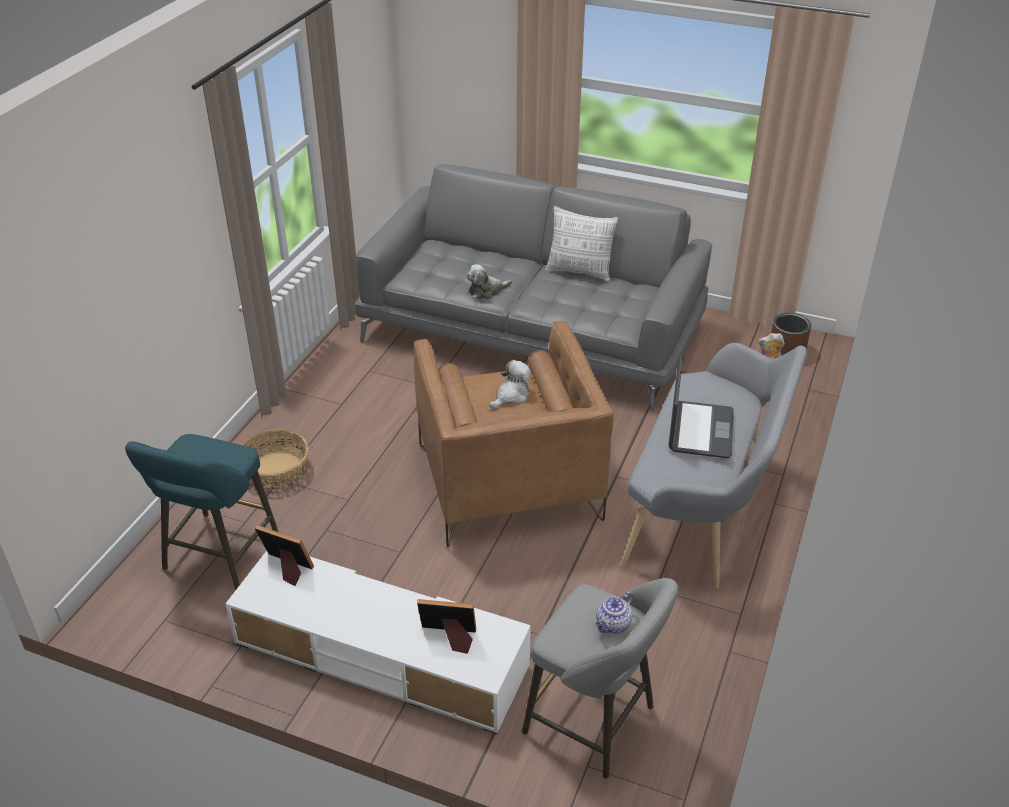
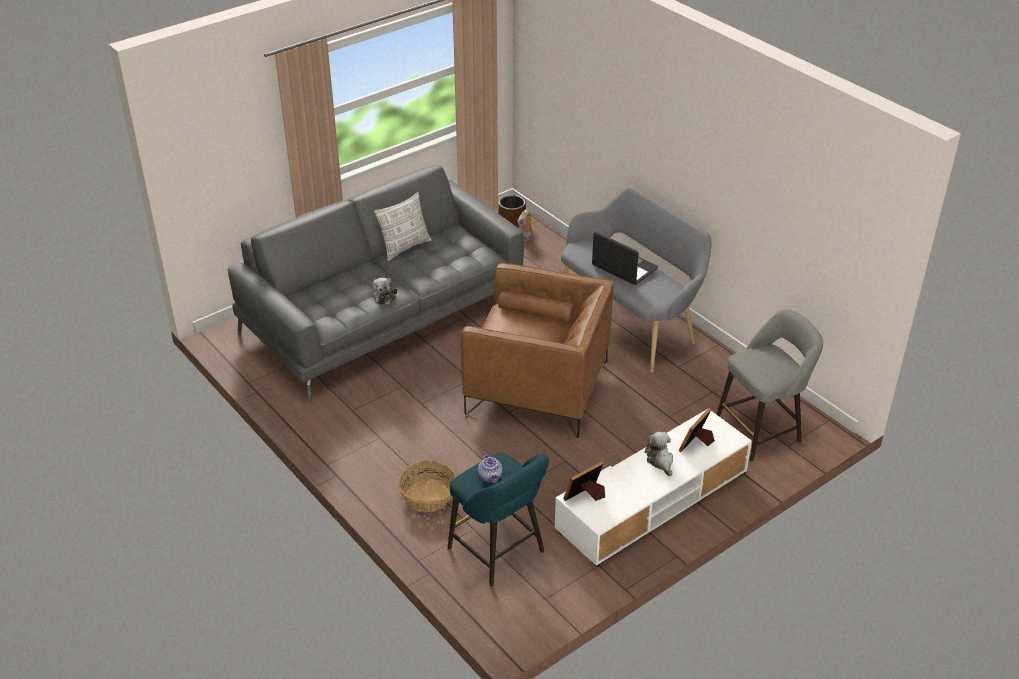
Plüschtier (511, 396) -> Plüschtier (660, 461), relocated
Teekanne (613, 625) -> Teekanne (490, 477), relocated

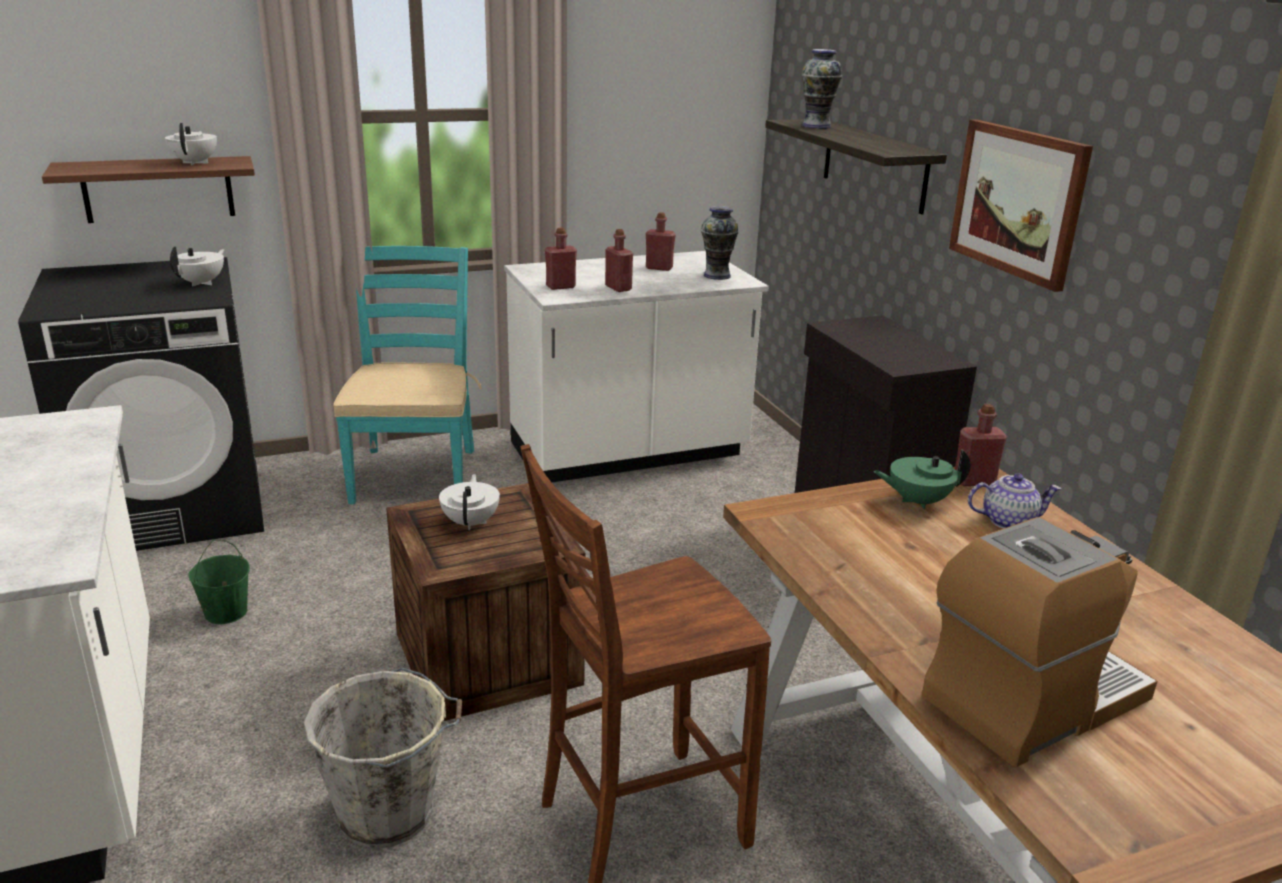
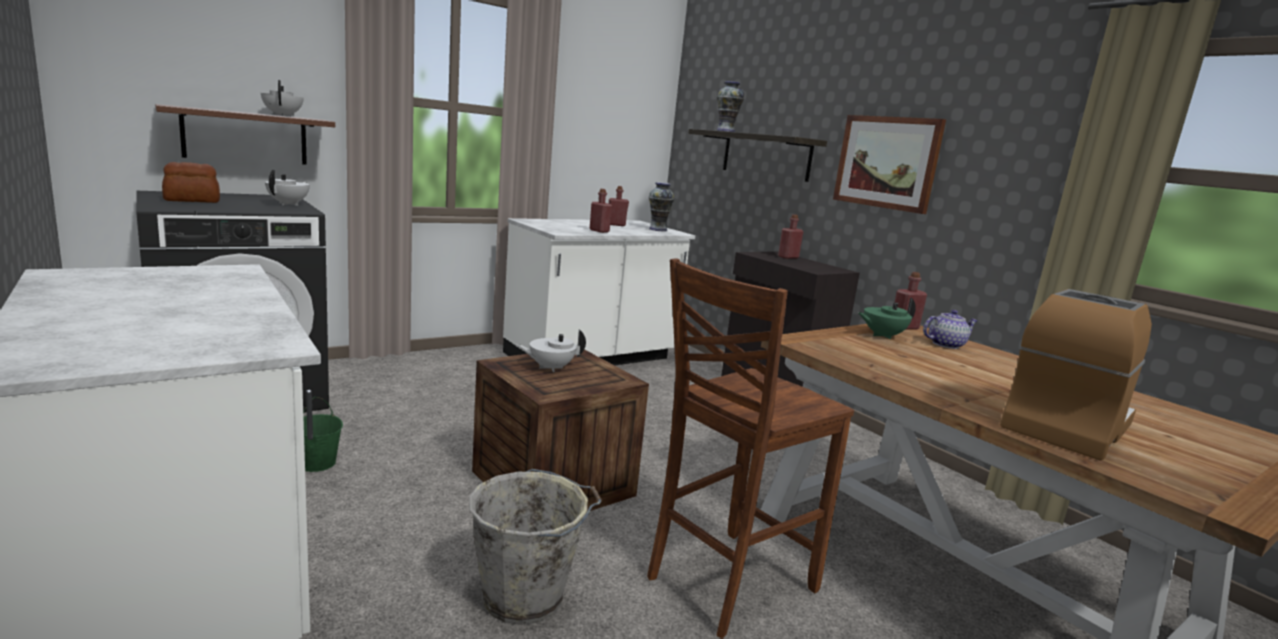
Flasche/rot (560, 287) -> Flasche/rot (788, 257), relocated
Stuhl/türkis (414, 475) -> none
Teekanne/weiß (471, 522) -> Teekanne/weiß (550, 368), 90 degrees counterclockwise
none -> Brot (193, 200)

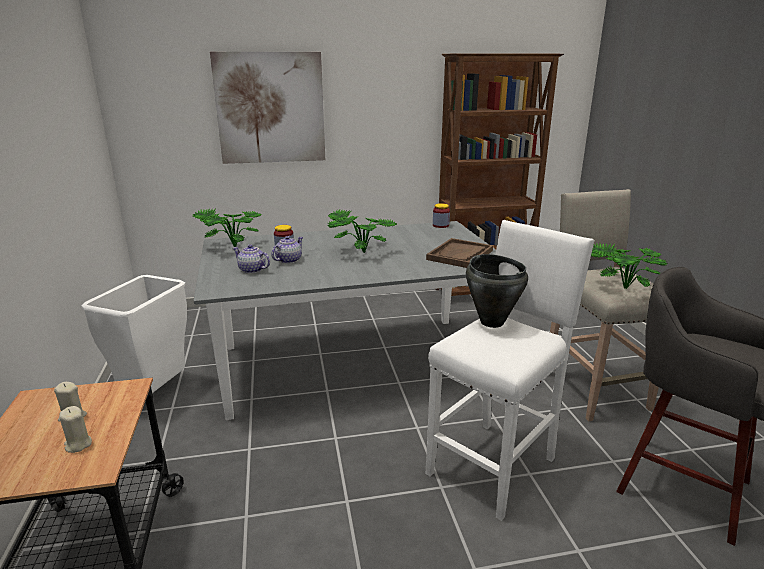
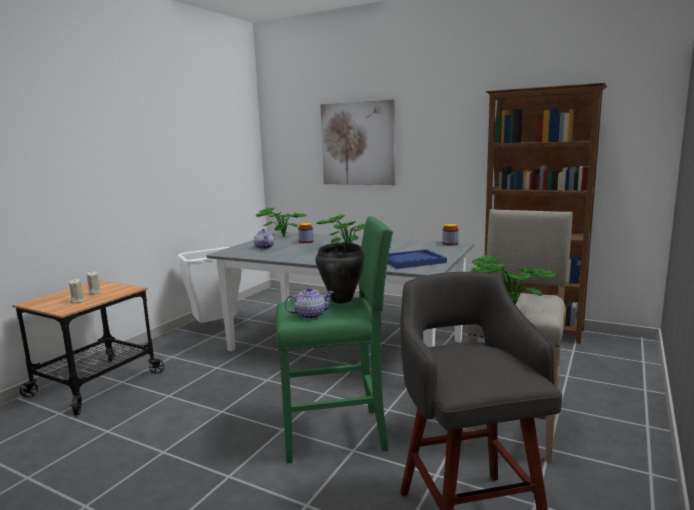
Hocker/weiß (494, 465) -> Hocker/grün (337, 434)
Teekanne (288, 260) -> Teekanne (310, 315), relocated
Tablett/braun (460, 255) -> Tablett/blau (412, 261)

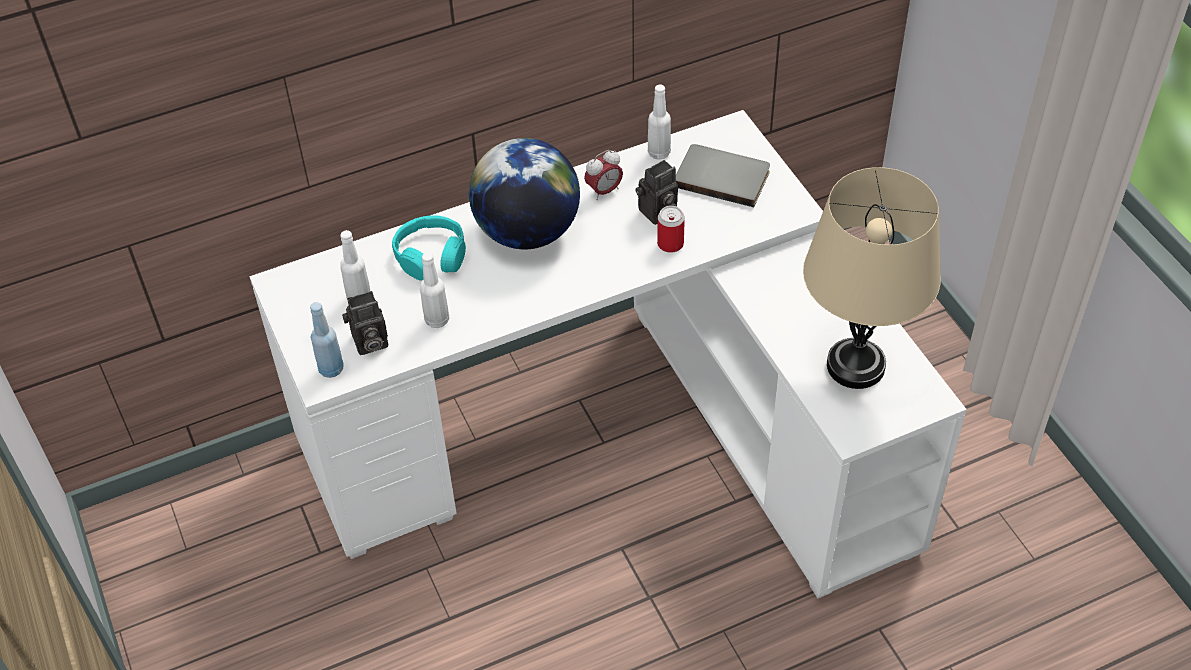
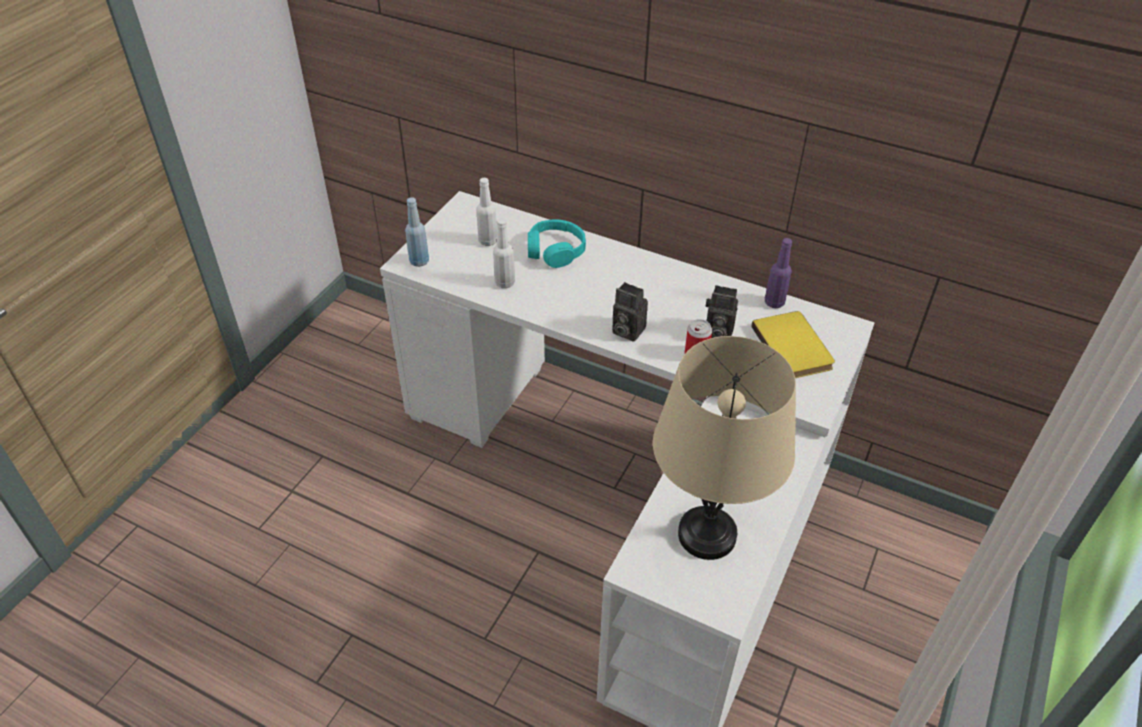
Flasche/weiß (659, 153) -> Flasche/lila (774, 302)
Globus (527, 232) -> none
Buch/grau (722, 176) -> Buch/gelb (794, 347)
Wecker (604, 191) -> none
Kamera (369, 343) -> Kamera (626, 330), relocated

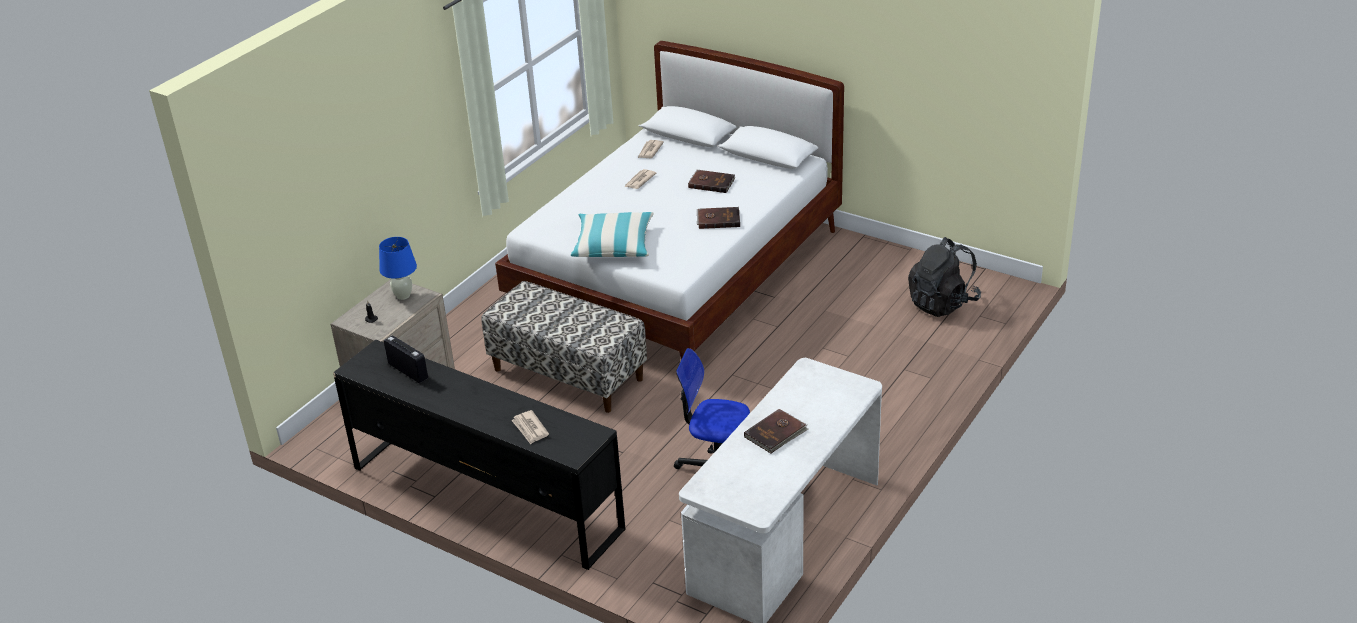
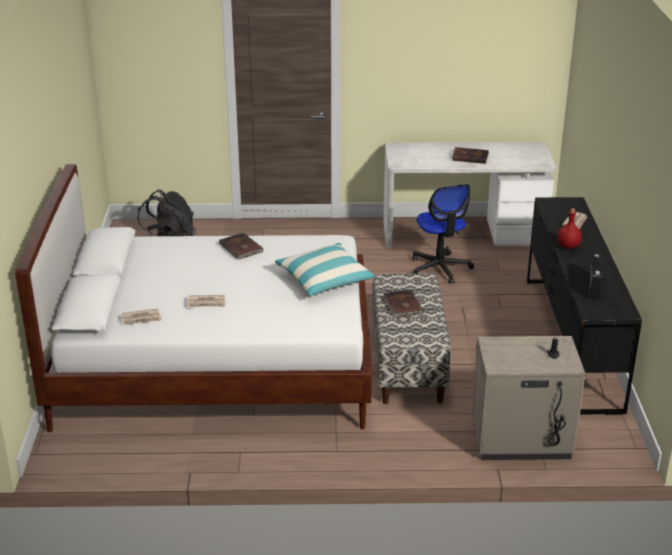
Buch/braun (711, 183) -> Buch/braun (402, 306), relocated
Tischlampe/blau (403, 295) -> none
none -> Flasche/rot (568, 246)

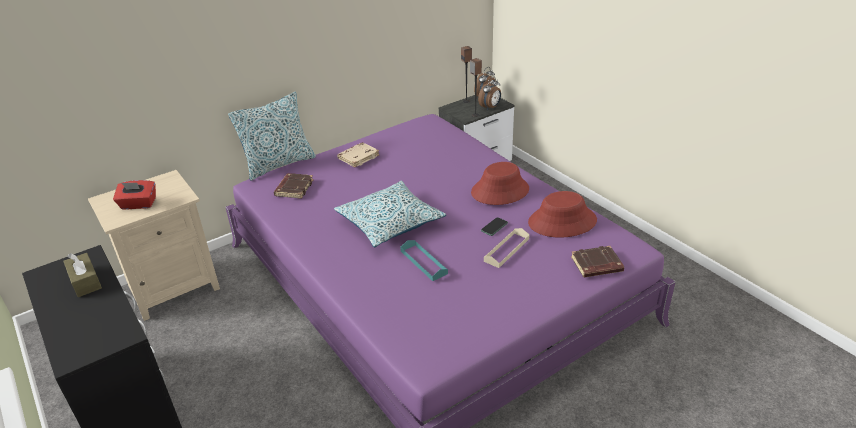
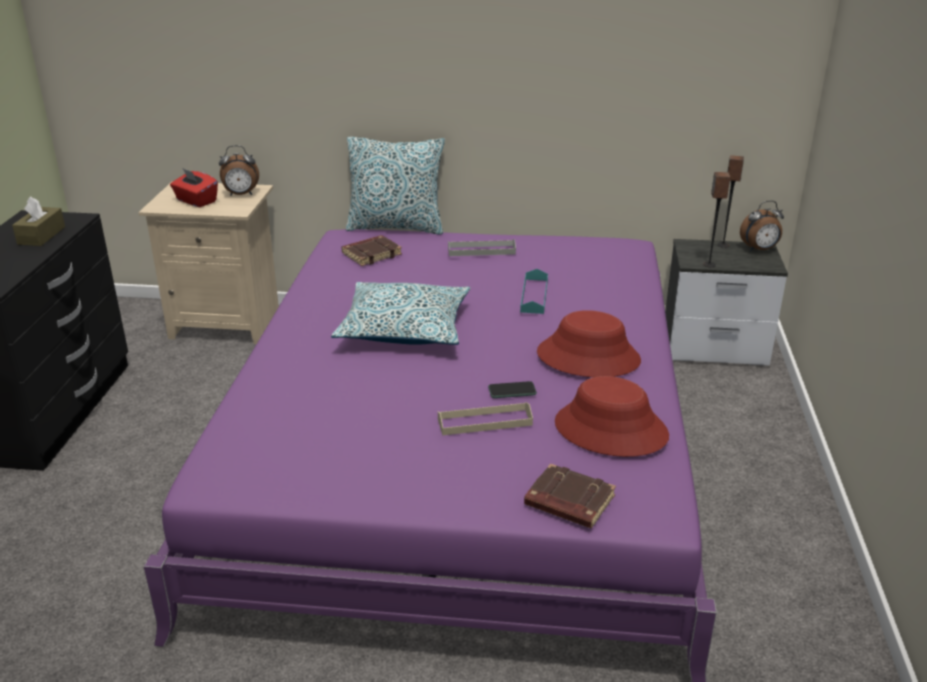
Wecker (490, 107) -> Wecker (241, 195), relocated
Buch/beige (358, 157) -> Tablett/grau (481, 250)
Tablett/türkis (423, 262) -> Tablett/türkis (534, 296), relocated

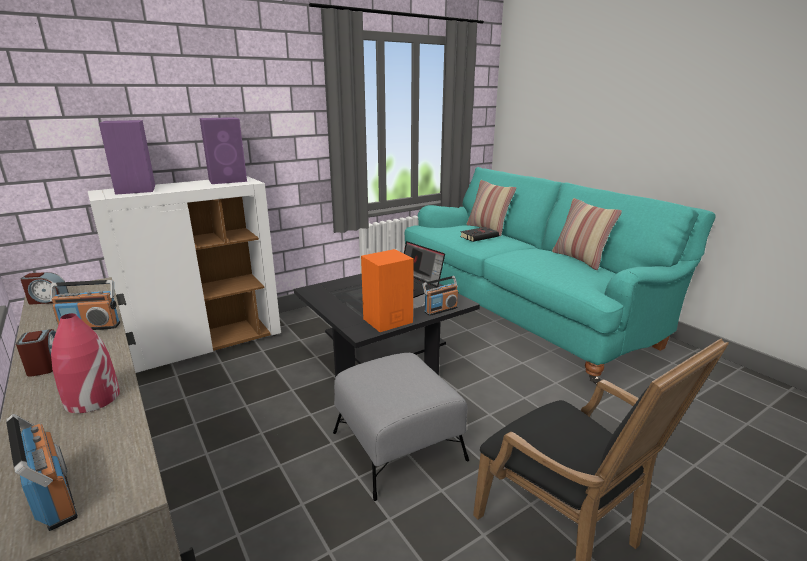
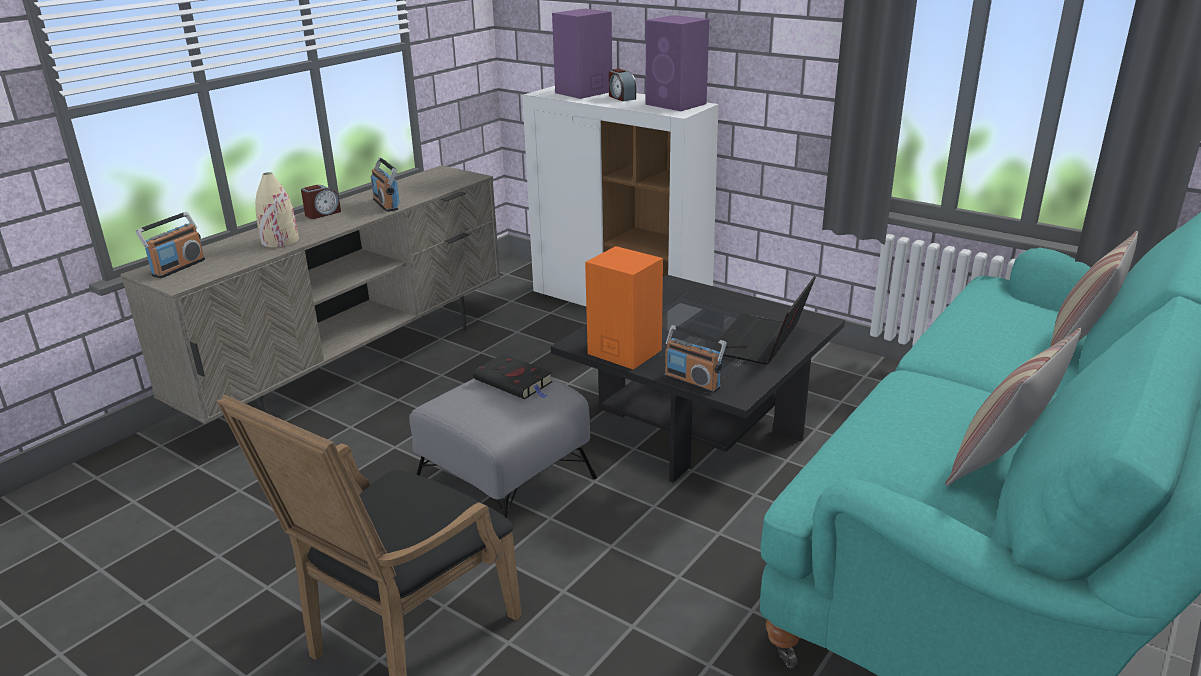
Buch/schwarz (480, 236) -> Buch/schwarz (515, 382), relocated
Wecker (48, 300) -> Wecker (621, 97), relocated
Vase/rot (91, 399) -> Vase/beige (280, 241)

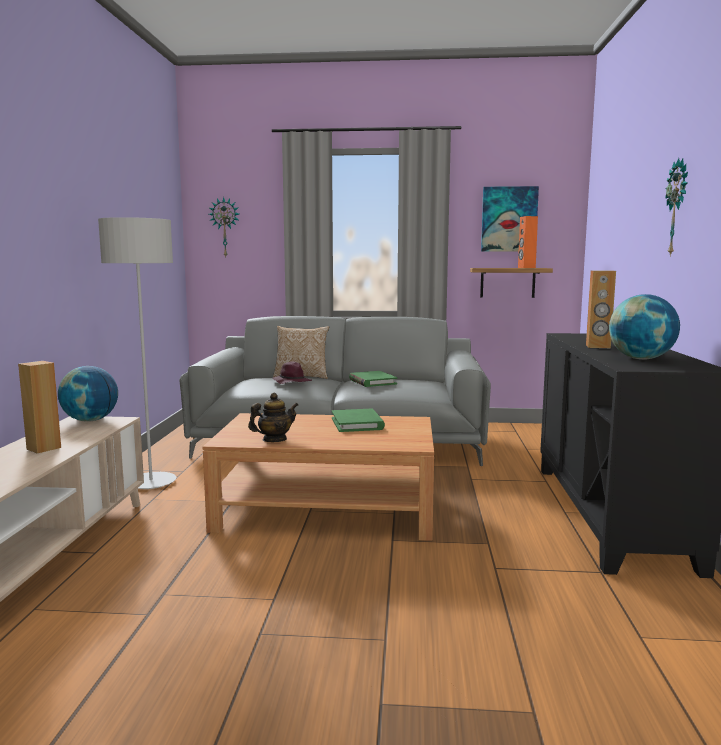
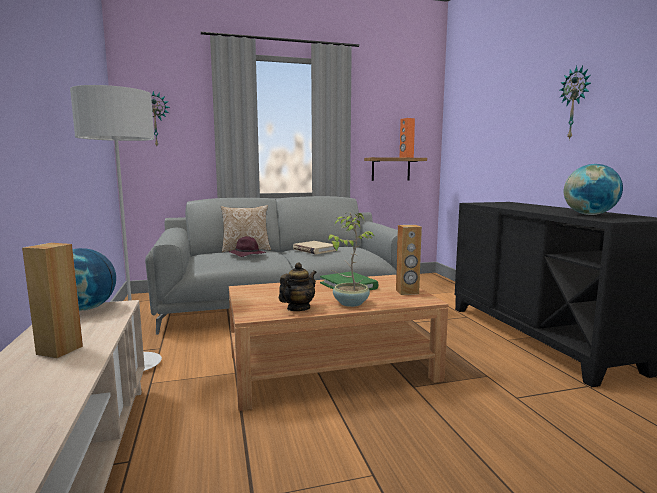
Bild (509, 219) -> none
Lautsprecher/braun (598, 346) -> Lautsprecher/braun (407, 292), relocated
Buch/grün (372, 381) -> Buch/beige (314, 250)
none -> Topfpflanze (350, 303)

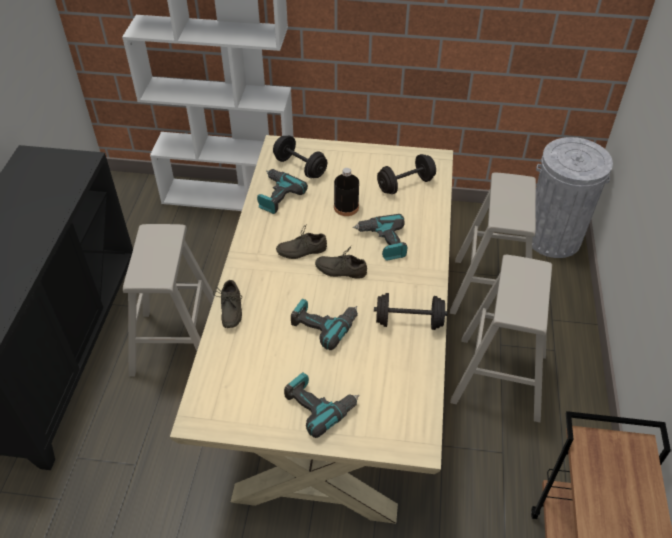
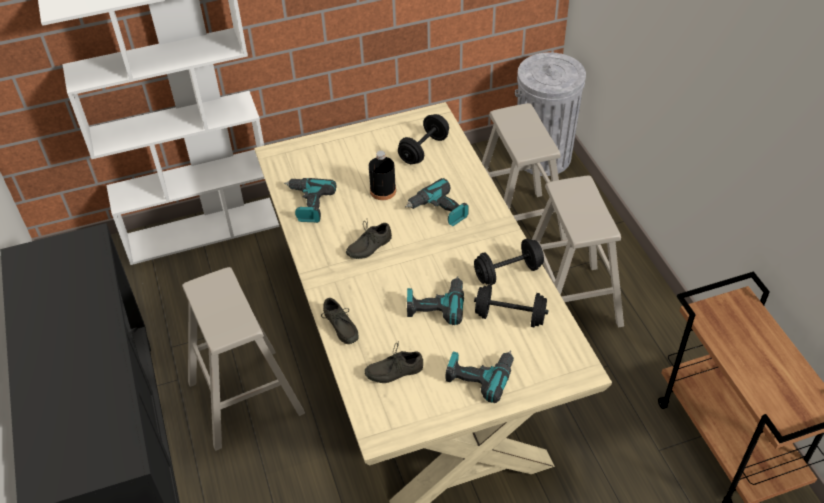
Hantel/schwarz (300, 167) -> Hantel/schwarz (510, 316), relocated
Schuh/grau (341, 269) -> Schuh/grau (393, 370), relocated

